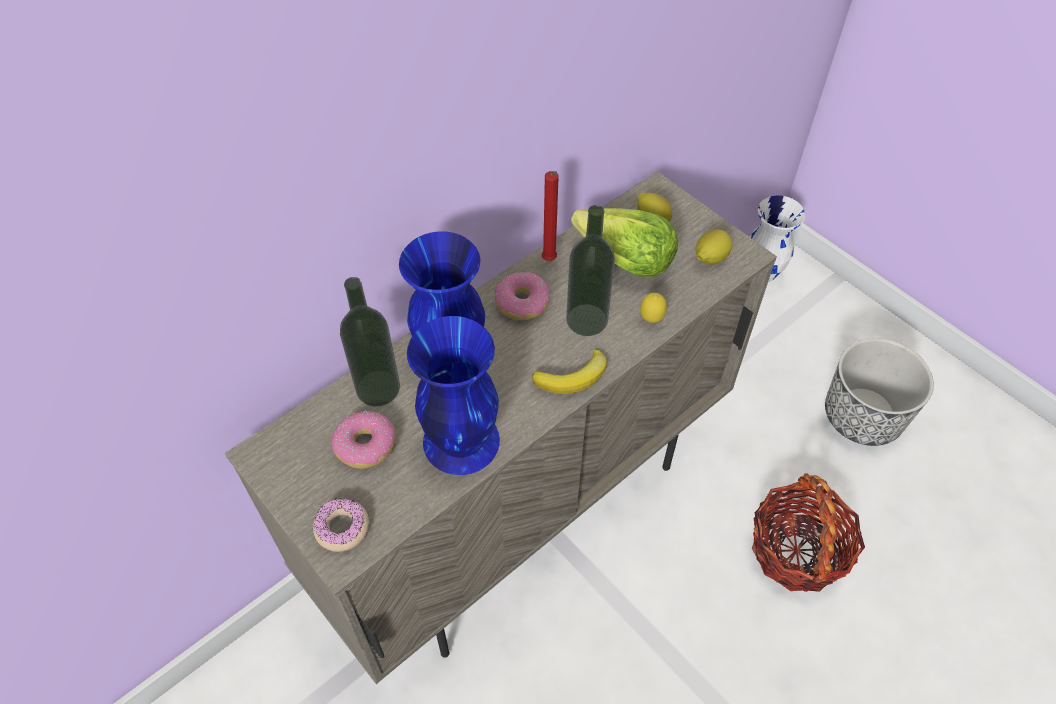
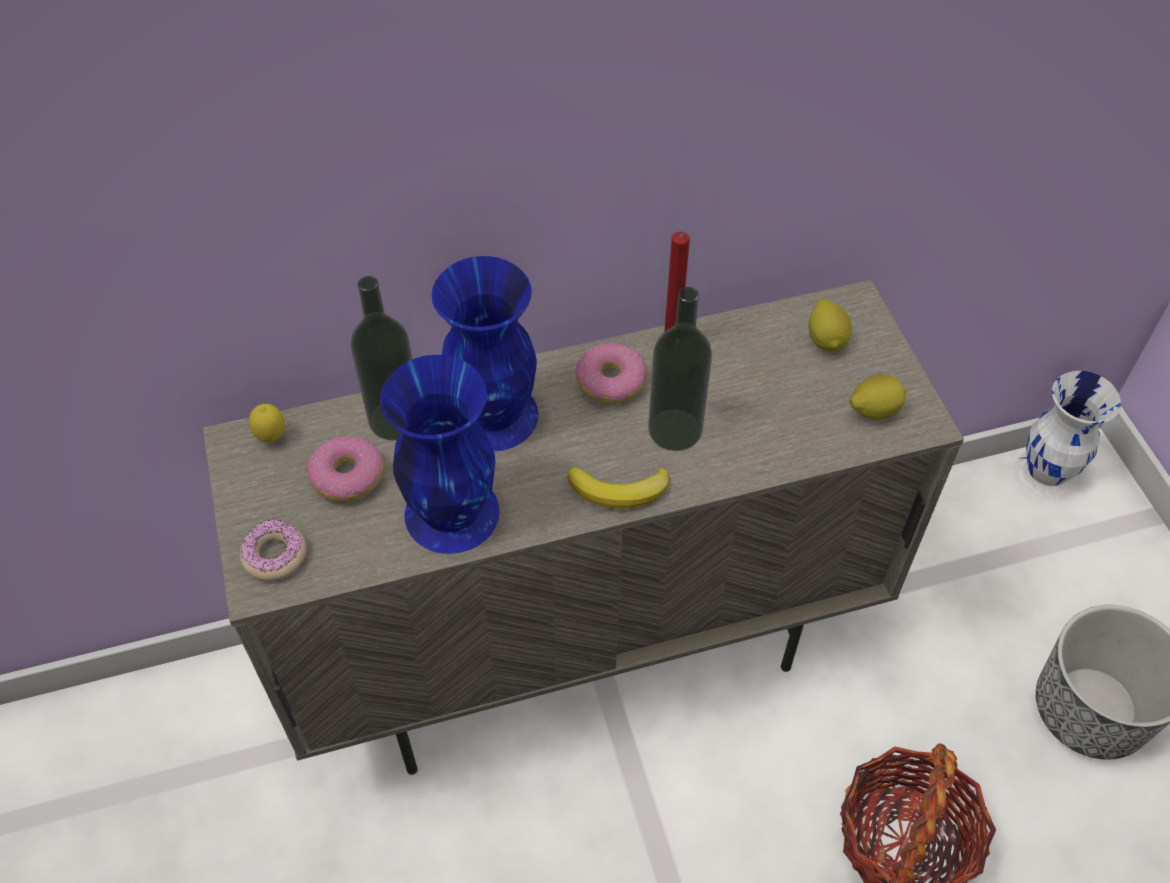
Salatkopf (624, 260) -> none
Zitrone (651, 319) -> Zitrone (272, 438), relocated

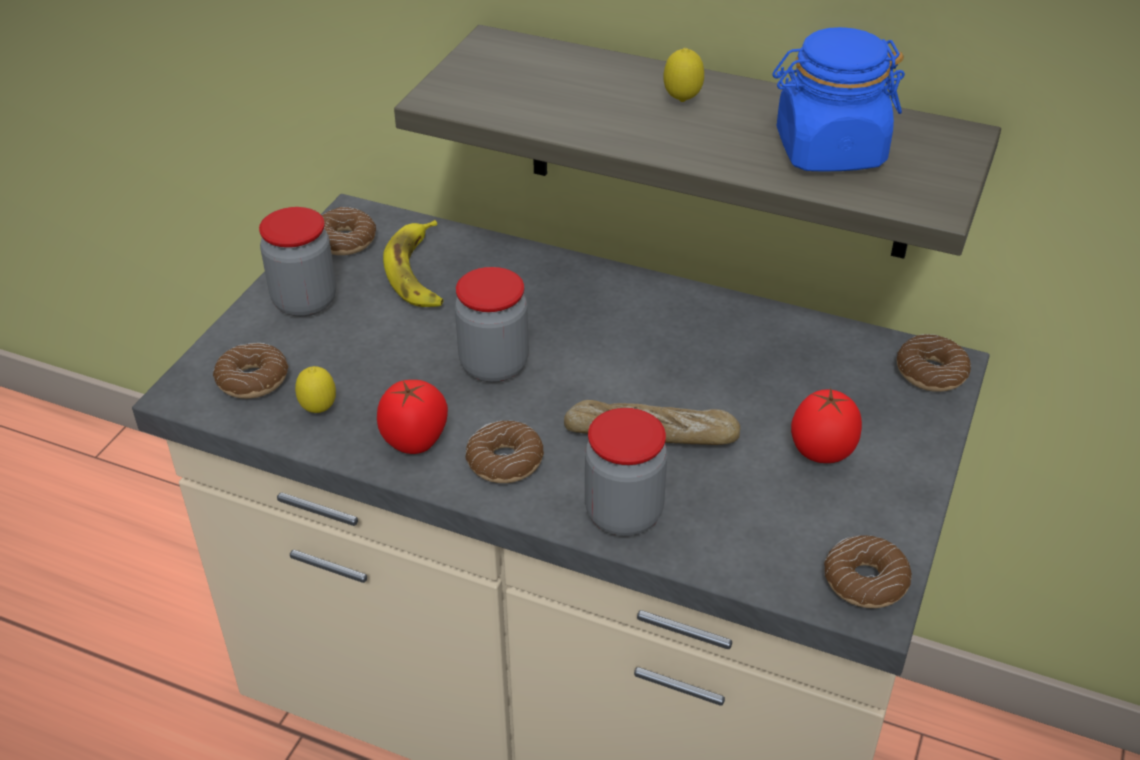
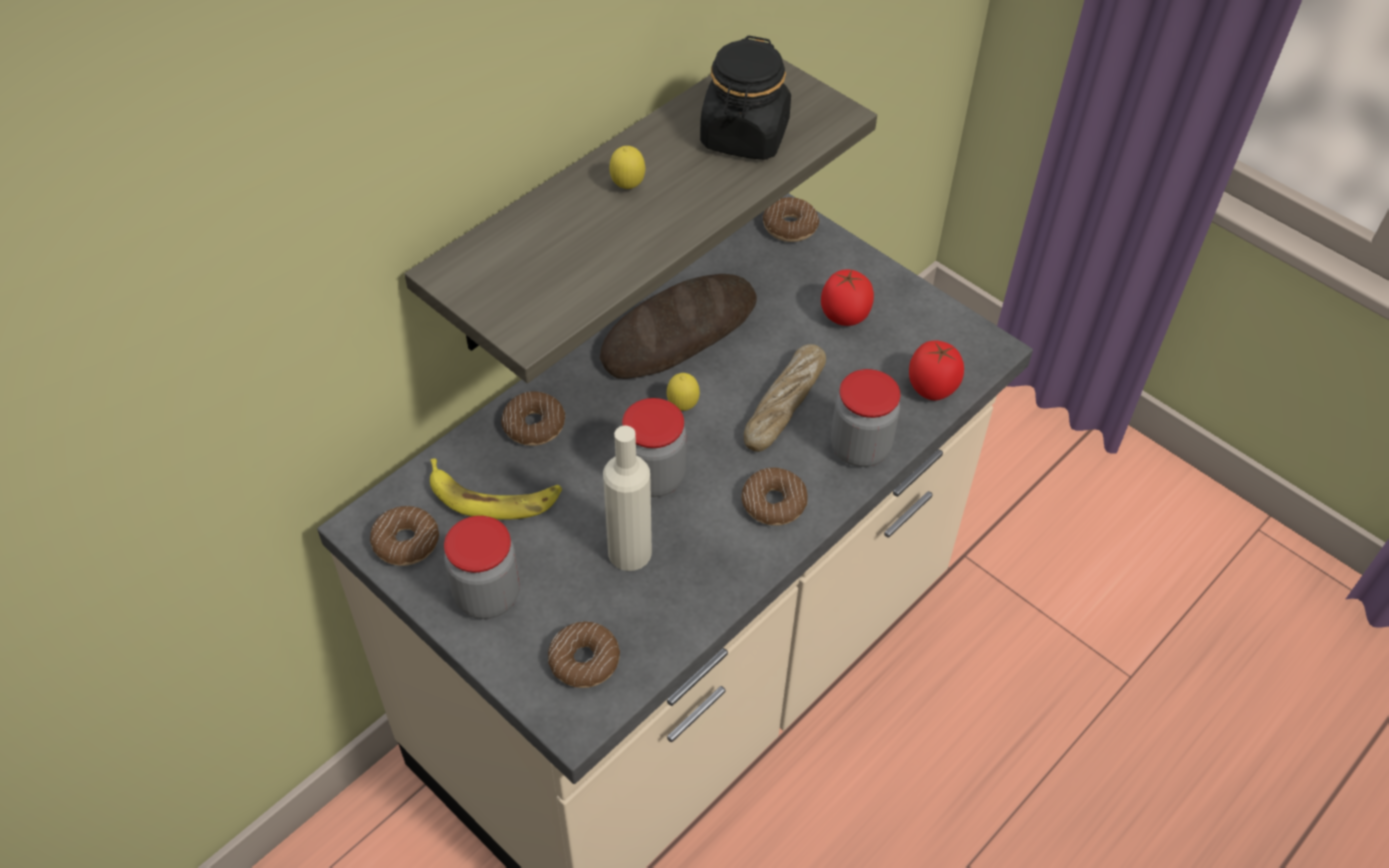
Vorratsglas/blau (828, 151) -> Vorratsglas/schwarz (744, 136)
Zitrone (319, 411) -> Zitrone (683, 407), relocated
Tomate (415, 441) -> Tomate (932, 388), relocated
Donut (865, 581) -> Donut (534, 425), relocated
none -> Brot (679, 333)
none -> Flasche/beige (629, 552)

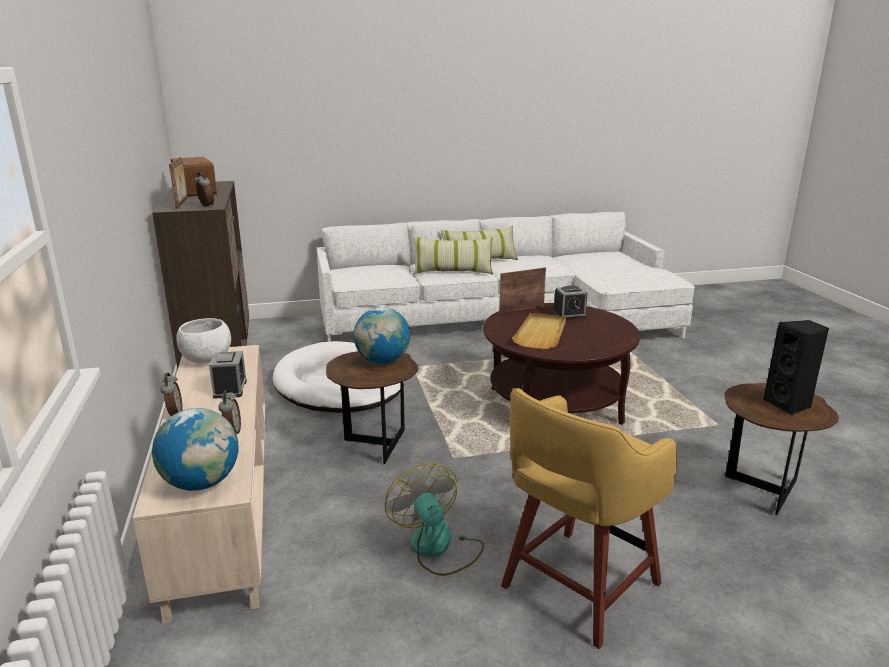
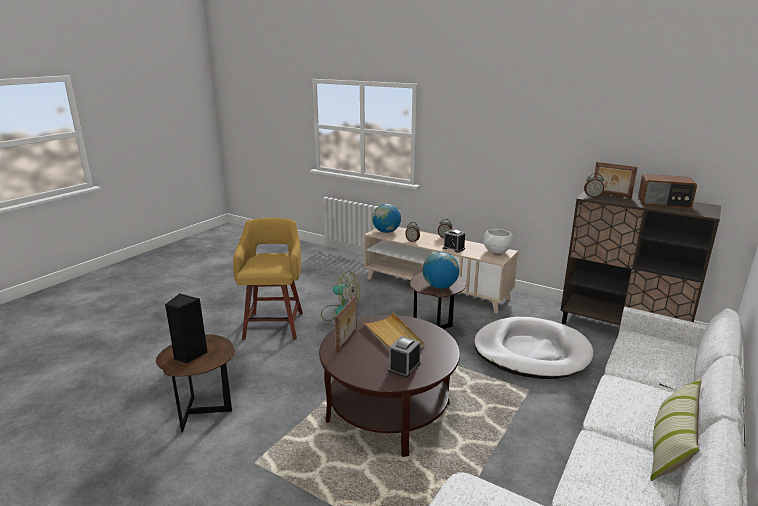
Kissen (452, 272) -> none
Bilderrahmen (521, 309) -> Bilderrahmen (347, 340), relocated

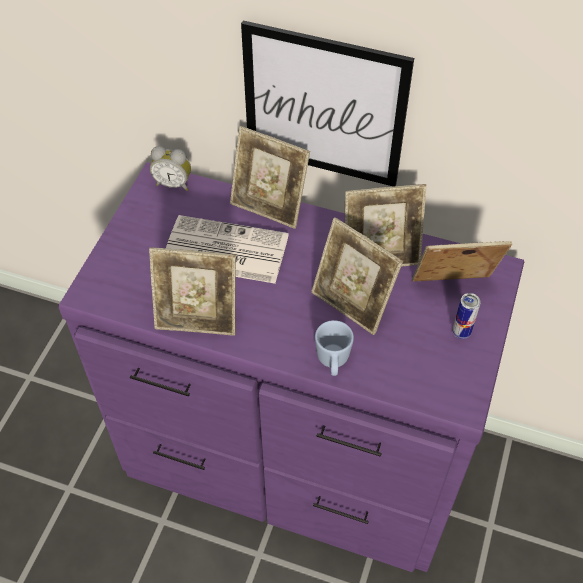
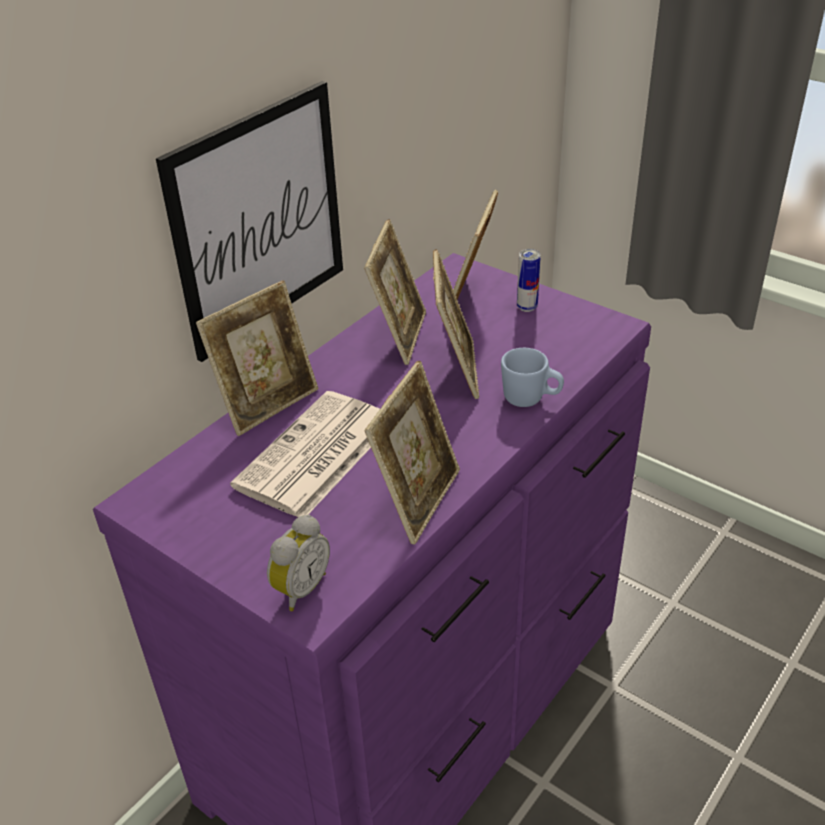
Wecker (174, 183) -> Wecker (299, 588), relocated
Bilderrahmen (352, 304) -> Bilderrahmen (456, 369), 60 degrees counterclockwise

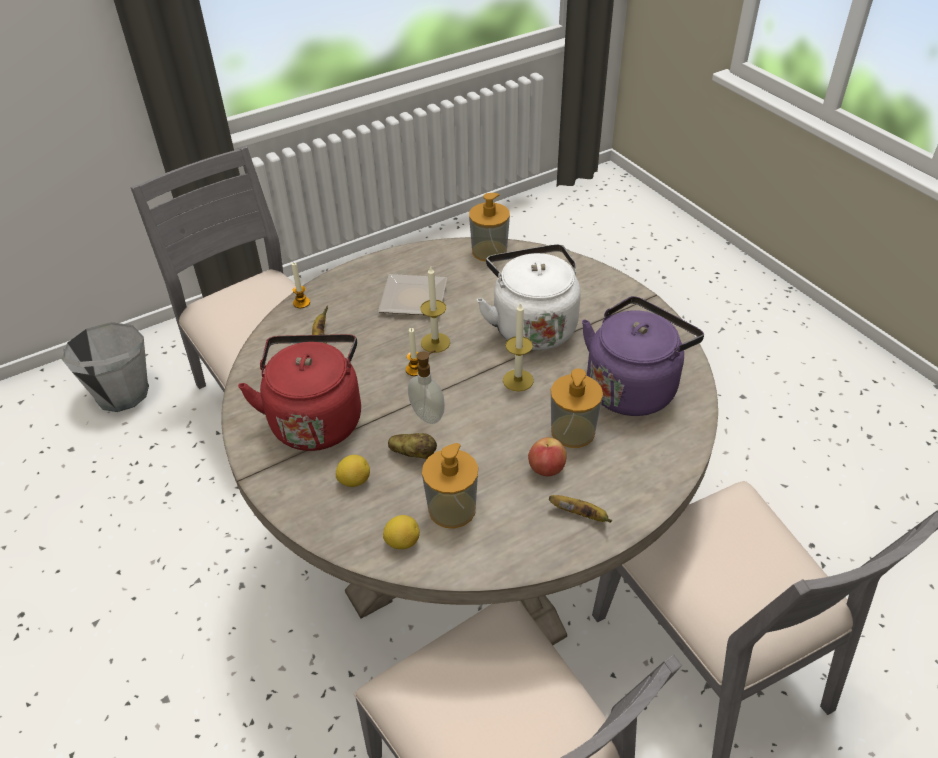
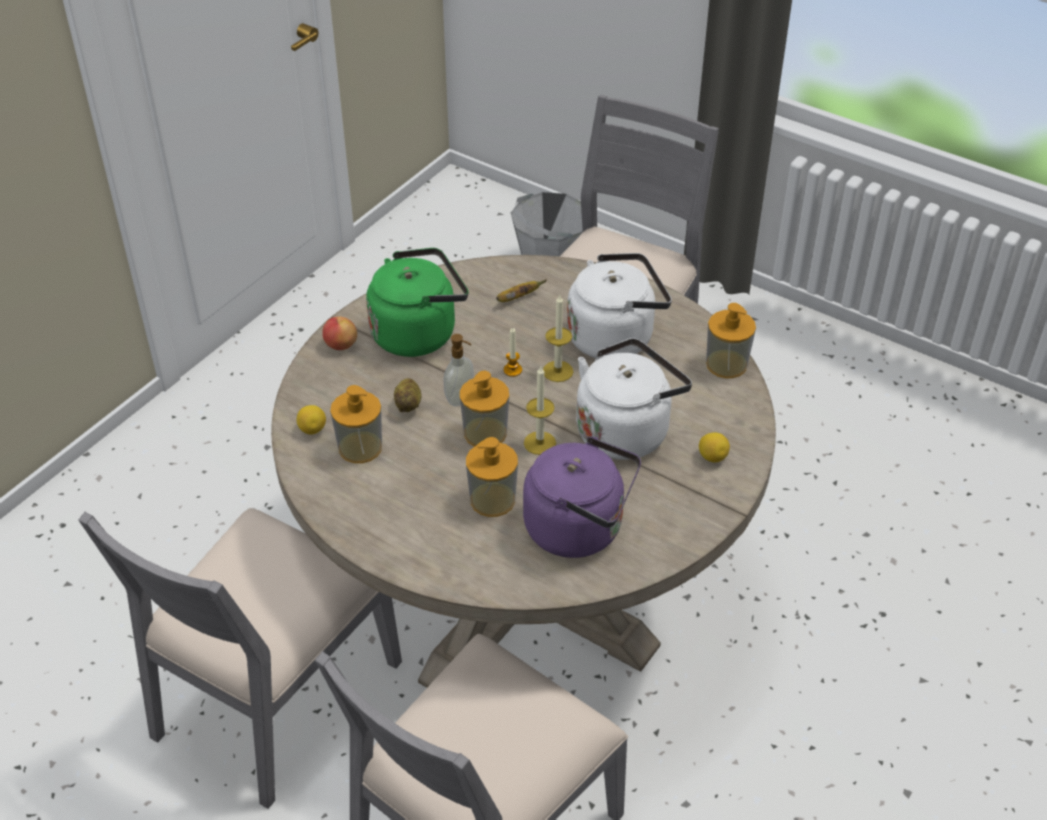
Kerze (301, 303) -> none
Teller (416, 297) -> Wasserkessel/weiß (615, 337)
Wasserkessel/rot (316, 418) -> Wasserkessel/grün (418, 333)
Apfel (546, 469) -> Apfel (340, 345), relocated
Zitrone (354, 481) -> Zitrone (712, 457), relocated
Banane (580, 515) -> none
none -> Seifenspender (485, 433)

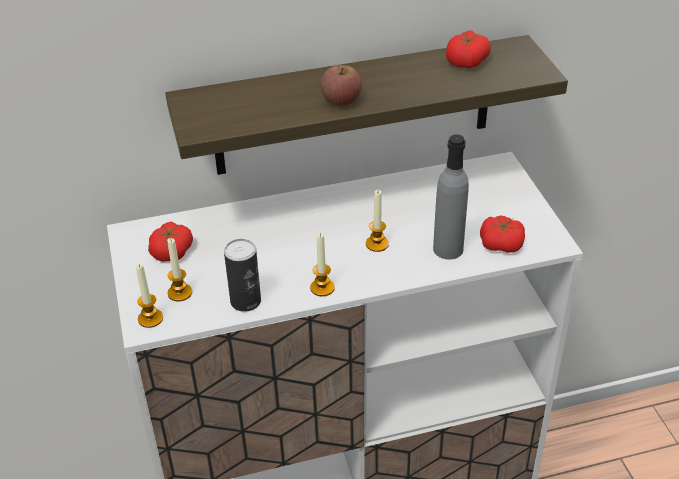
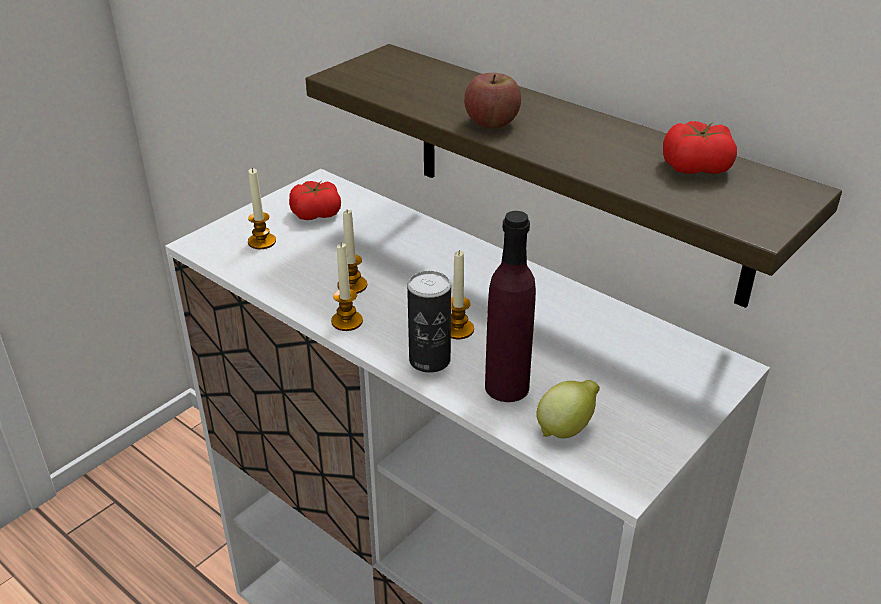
Flasche/grau (448, 249) -> Flasche/lila (506, 387)
Tomate (501, 244) -> Zitrone (566, 429)
Dose (245, 301) -> Dose (429, 360), relocated
Kerze (150, 318) -> Kerze (352, 285), relocated

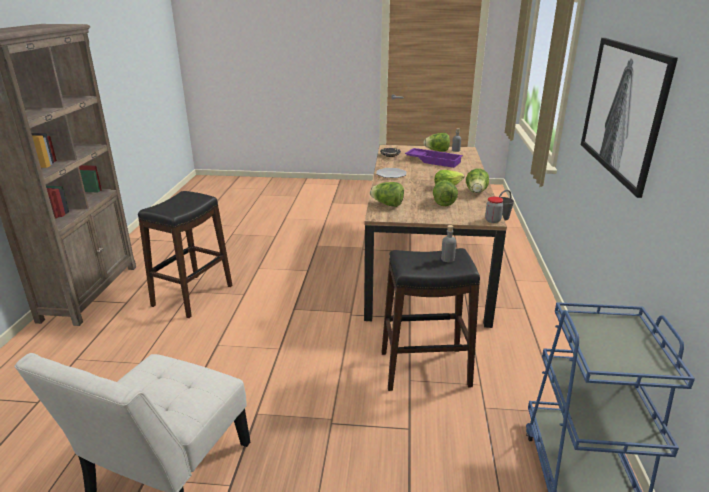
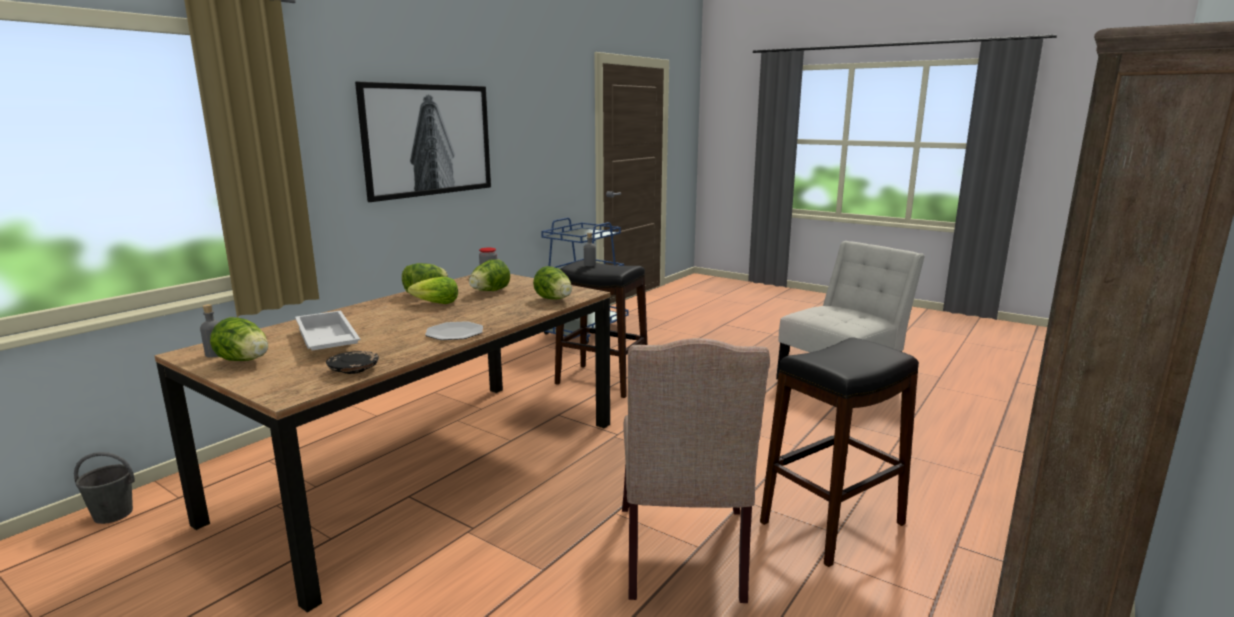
Tablett/lila (434, 161) -> Tablett/weiß (325, 341)
none -> Stuhl/beige (684, 557)

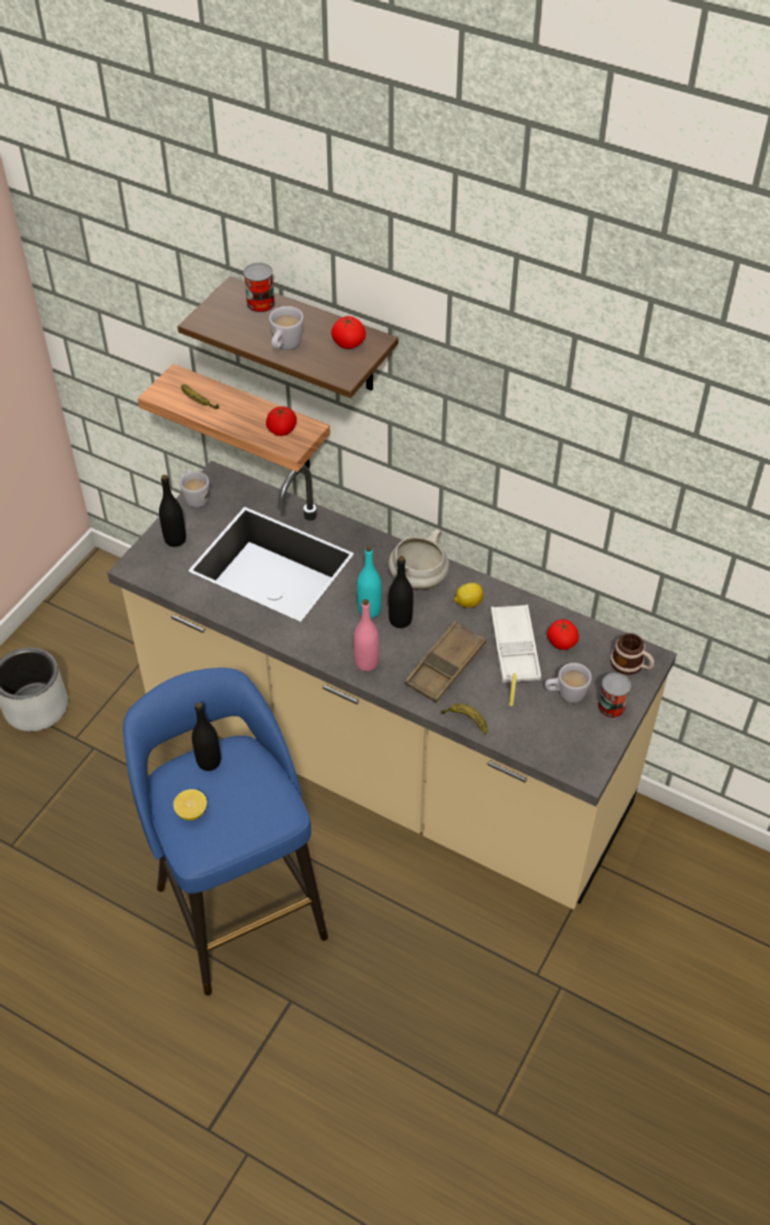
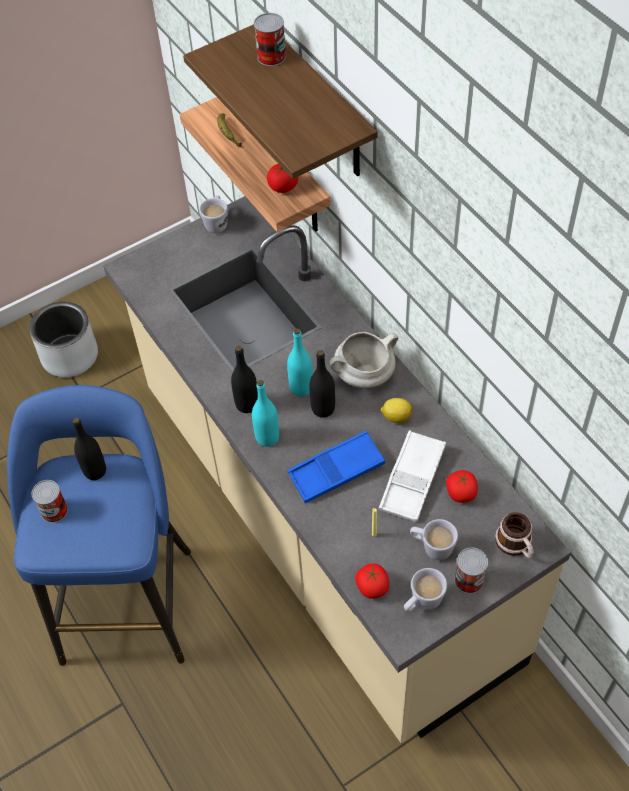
Henkelbecher/weiß (285, 347) -> Henkelbecher/weiß (422, 602), relocated
Tomate (348, 344) -> Tomate (372, 587), relocated
Flasche/schwarz (175, 539) -> Flasche/schwarz (247, 404), relocated
Flasche/rosa (366, 662) -> Flasche/türkis (267, 437)
Tablett/braun (445, 666) -> Tablett/blau (336, 471)
Banane (466, 720) -> none
Zitrone (191, 811) -> Dose (54, 510)

